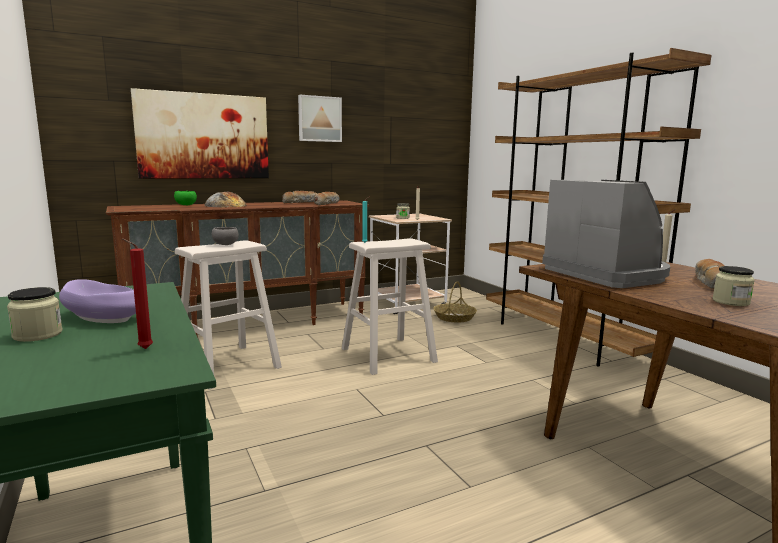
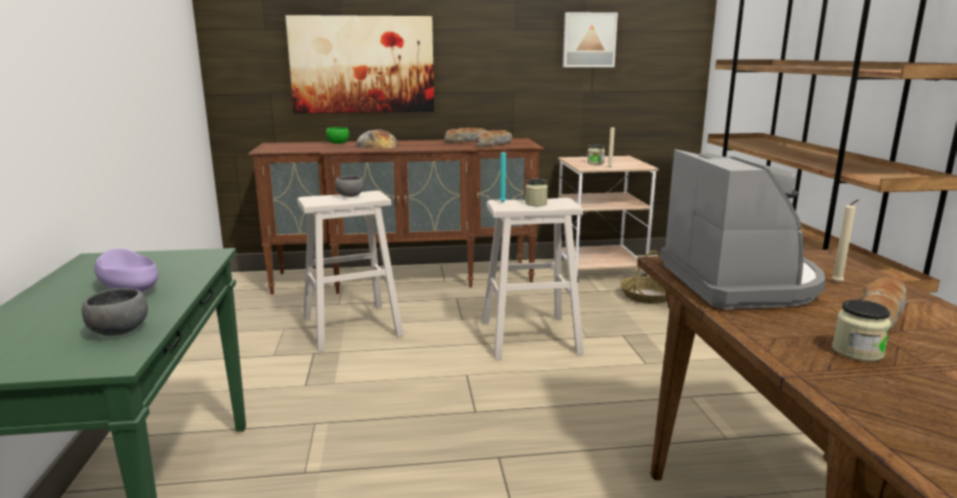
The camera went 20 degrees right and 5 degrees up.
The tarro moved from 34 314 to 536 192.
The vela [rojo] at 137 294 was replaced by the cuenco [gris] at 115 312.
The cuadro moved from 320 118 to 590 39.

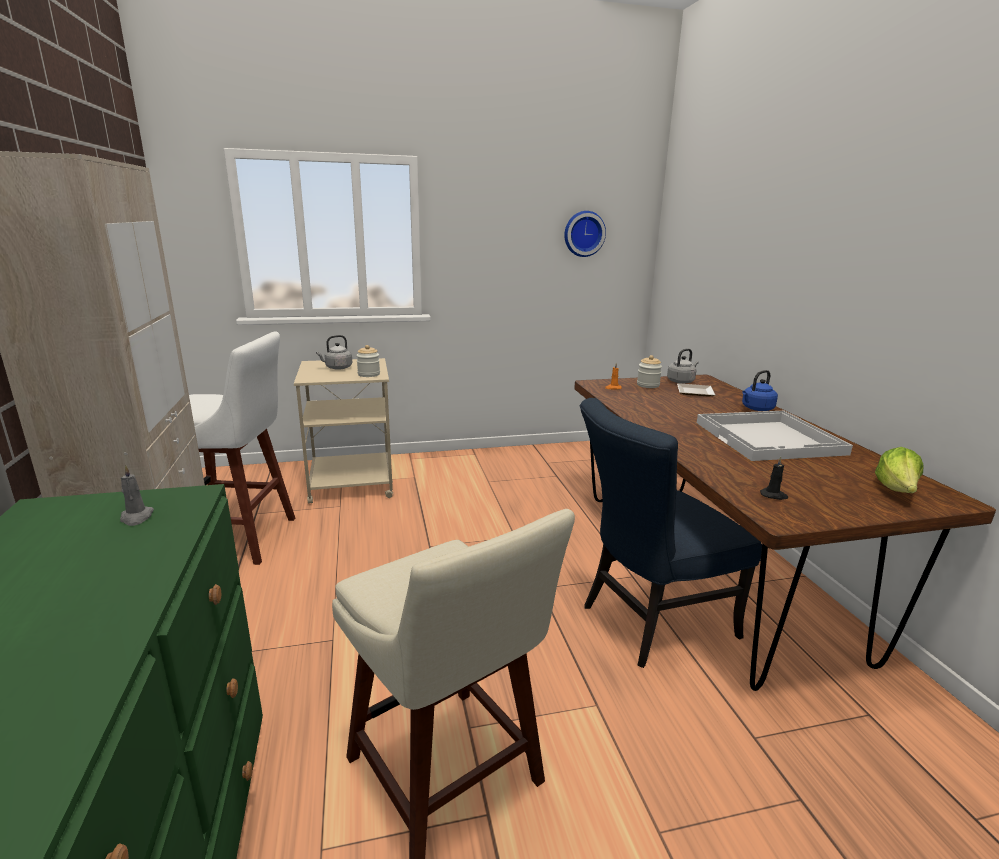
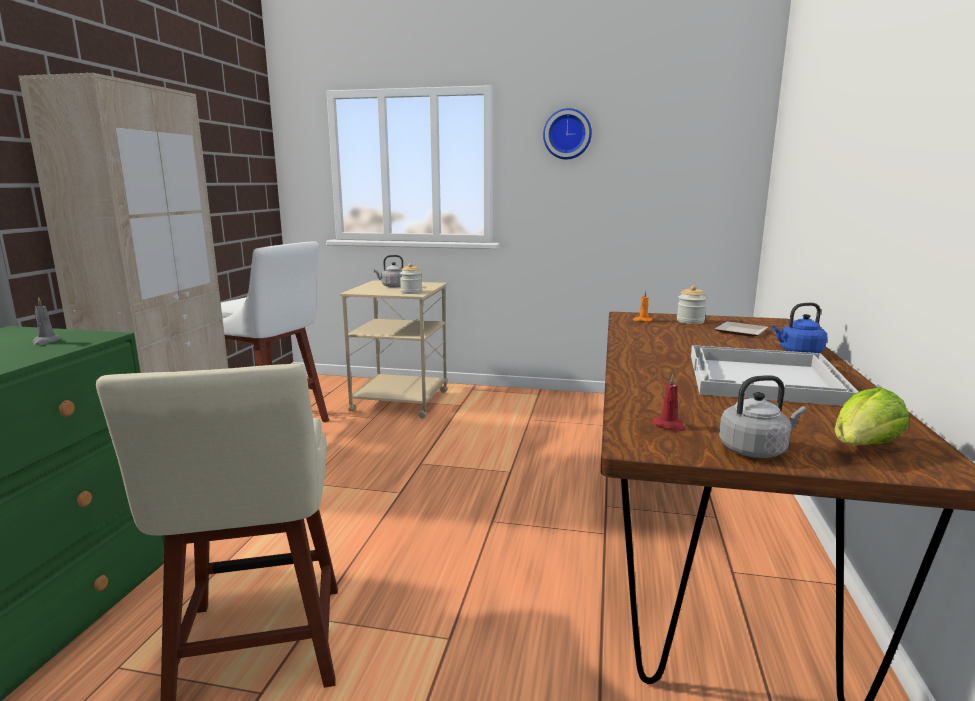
The camera went 25 degrees right and 5 degrees down.
The reloj de pared moved from 585 234 to 567 133.
The silla [azul] at 671 533 disappeared.
The hervidor [gris] moved from 683 366 to 763 416.
The vela [negro] at 774 478 became the vela [rojo] at 669 403.

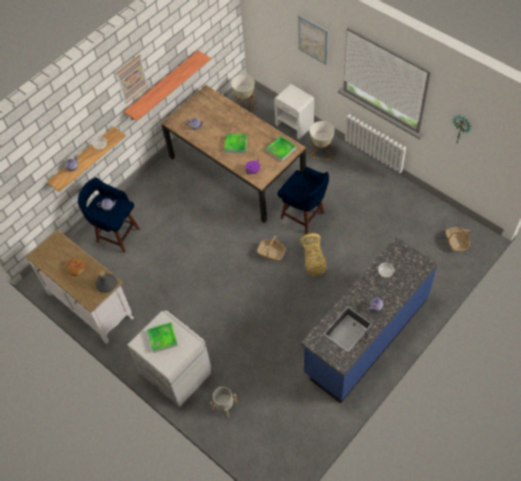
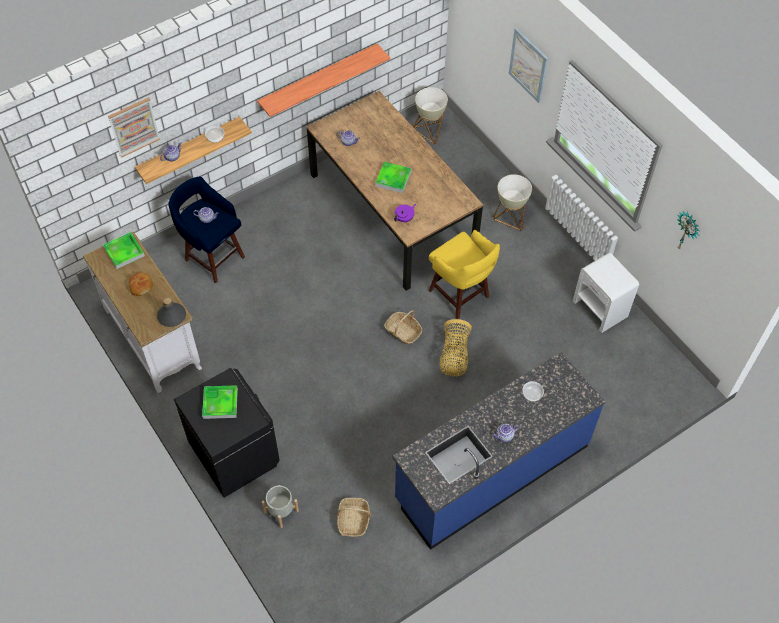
The camera went 10 degrees right and 0 degrees up.
The cuadro moved from 132 79 to 134 127.
The lavadora [blanco] at 169 358 became the lavadora [negro] at 227 433.
The bandeja moved from 281 148 to 124 250.
The mesita de noche [blanco] moved from 294 111 to 606 293.
The taburete [azul] at 303 200 became the taburete [amarillo] at 464 274.
The cesta moved from 458 239 to 354 517.

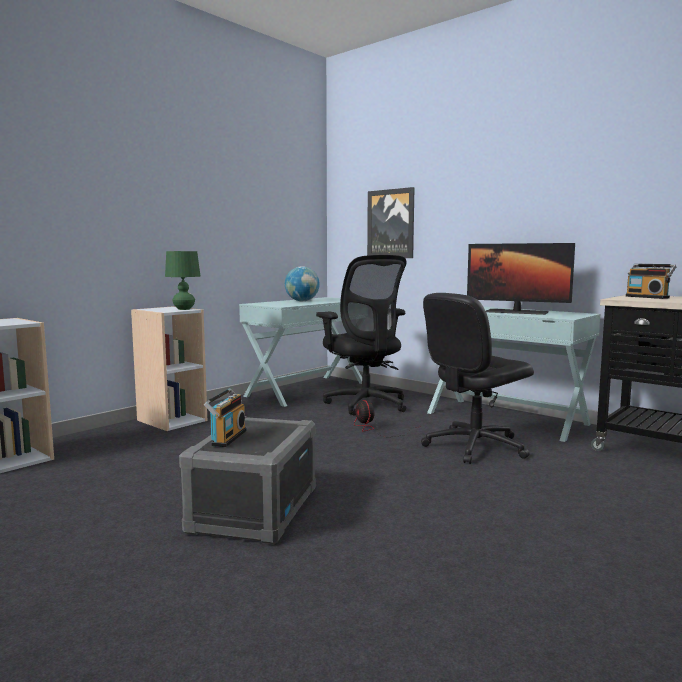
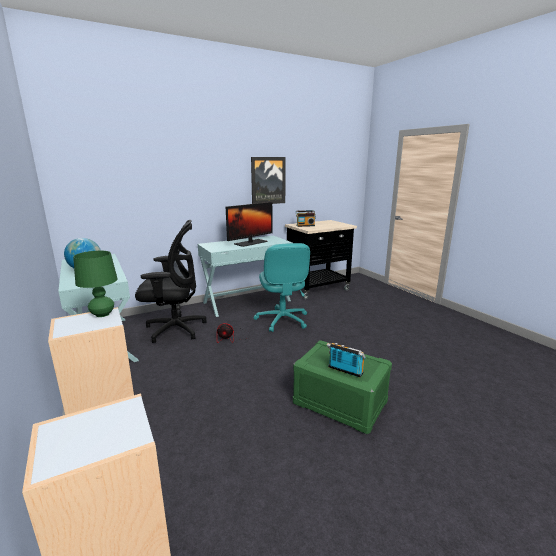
The camera went 70 degrees left and 10 degrees up.
The caja de almacenaje [gris] at 247 480 became the caja de almacenaje [verde] at 342 387.
The cuadro moved from 391 222 to 268 180.
The silla de oficina [negro] at 477 378 became the silla de oficina [turquesa] at 282 287.

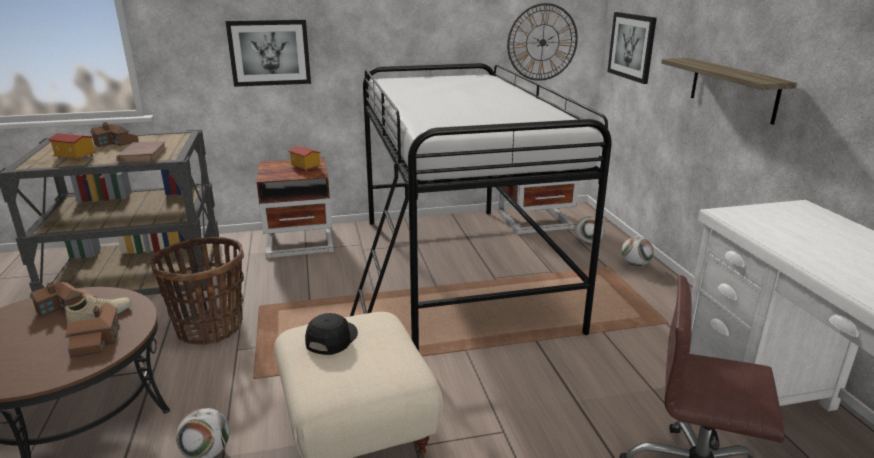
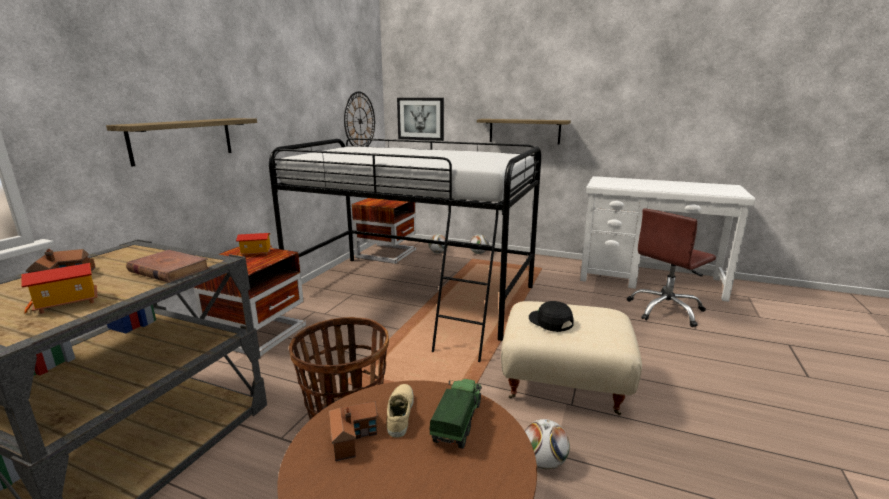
The camera went 55 degrees left and 5 degrees down.
The casita at 93 330 was replaced by the camión de juguete at 455 414.
The cuadro at 268 53 was replaced by the estante at 181 142.

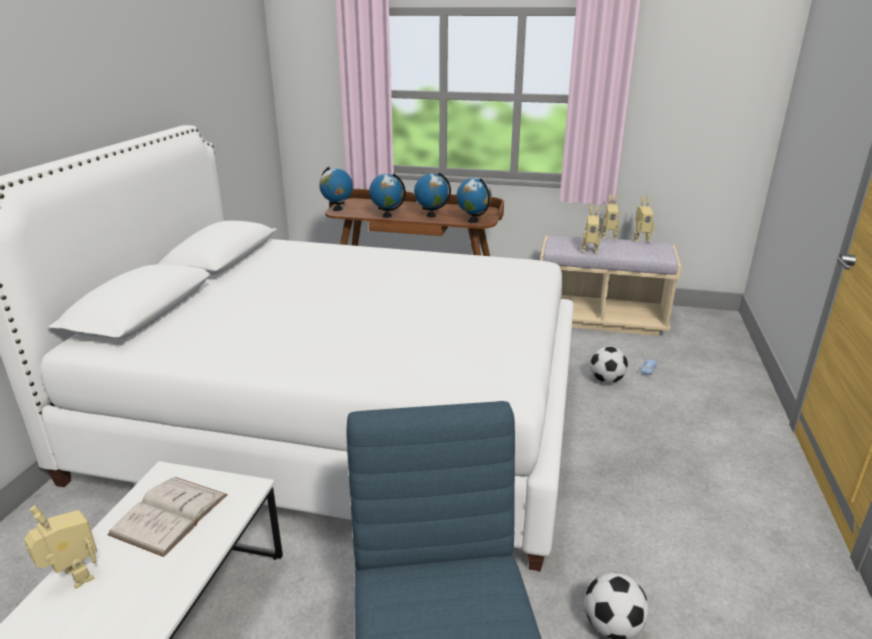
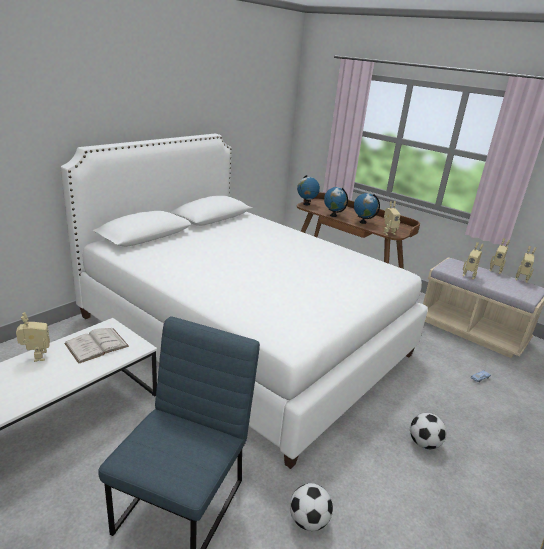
The camera went 25 degrees right and 0 degrees up.
The globo terráqueo at 474 200 was replaced by the robot de juguete at 392 218.
The balón de fútbol moved from 609 364 to 428 431.

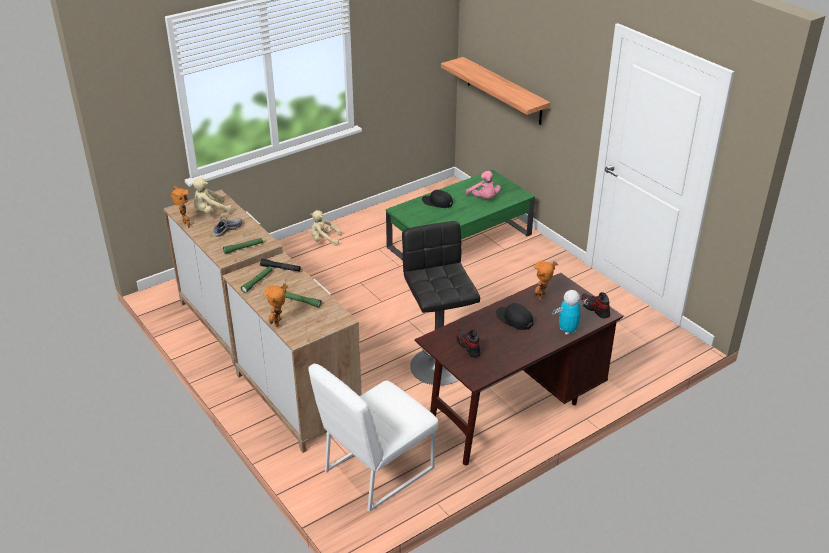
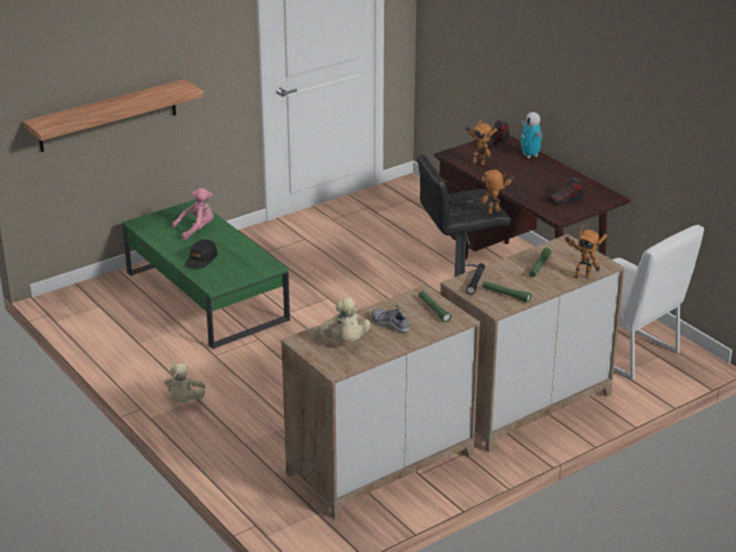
The camera went 90 degrees left and 5 degrees down.
The robot de juguete moved from 180 206 to 497 192.
The gorra [negro] at 514 316 disappeared.

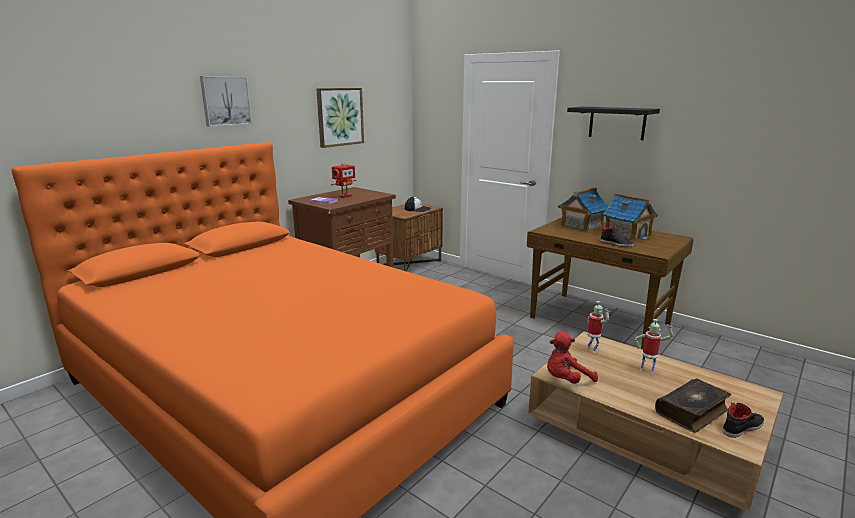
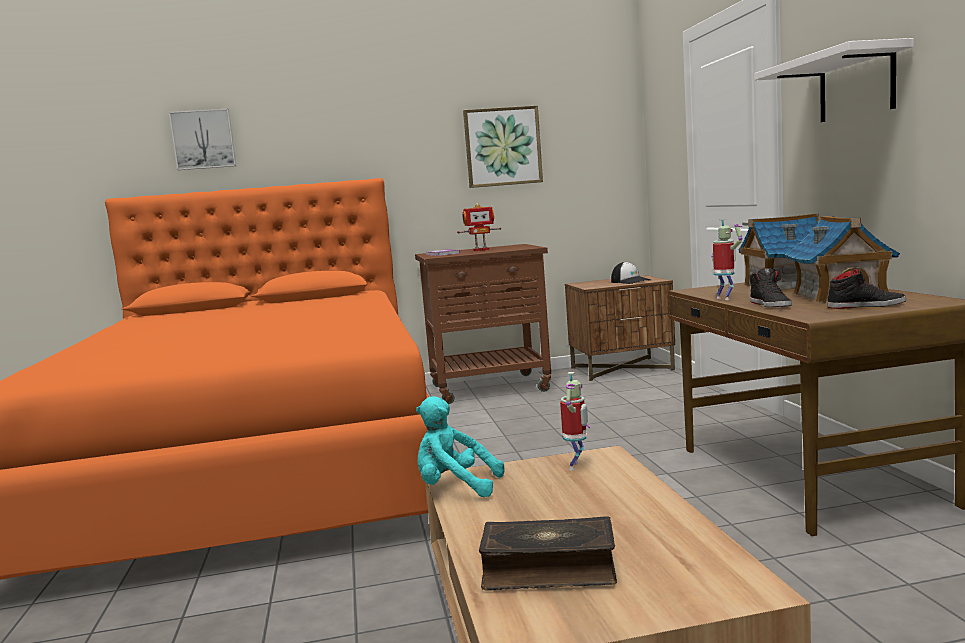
The camera went 40 degrees right and 10 degrees down.
The cuadro moved from 226 101 to 202 139.
The peluche [rojo] at 572 358 became the peluche [turquesa] at 460 446.
The estante [negro] at 613 123 became the estante [blanco] at 834 80.
The robot de juguete moved from 653 346 to 726 259.
The zapato [negro] moved from 743 420 to 866 288.

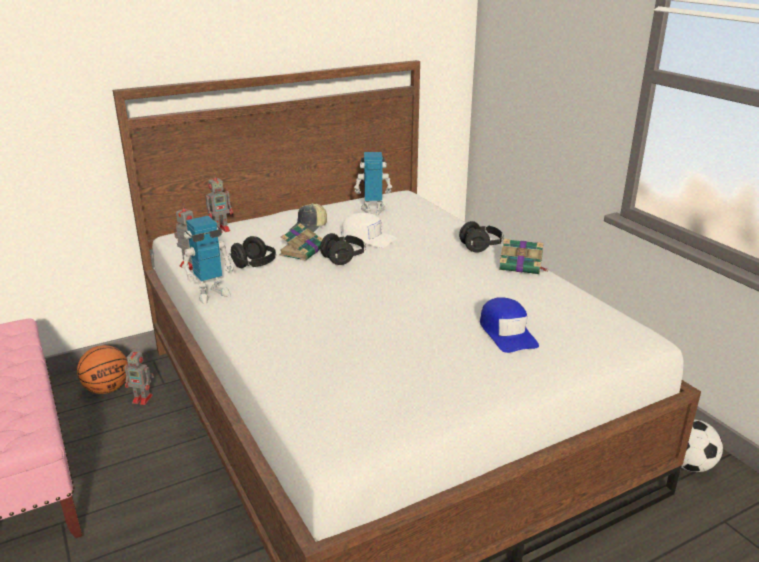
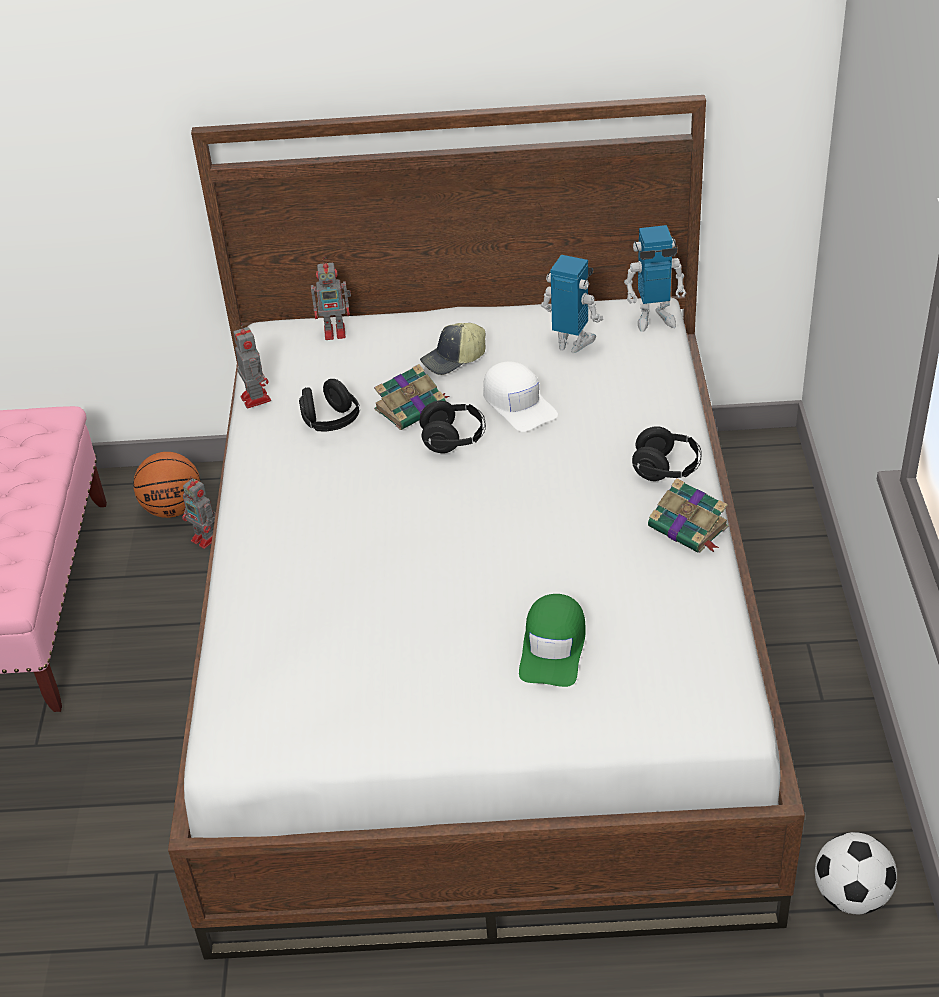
The camera went 30 degrees right and 15 degrees up.
The robot de juguete moved from 208 260 to 655 278.
The gorra [azul] at 509 325 became the gorra [verde] at 552 640.

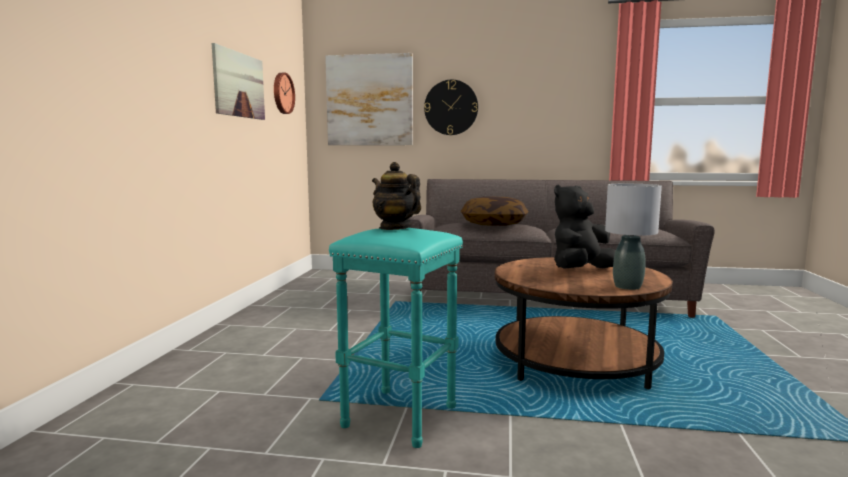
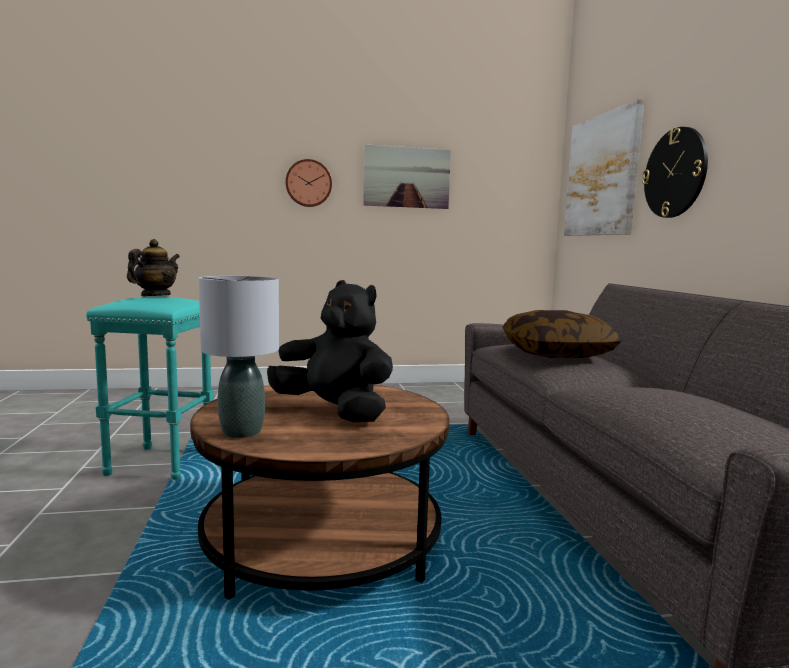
The camera went 70 degrees right and 0 degrees up.
The reloj de pared moved from 284 93 to 308 183.

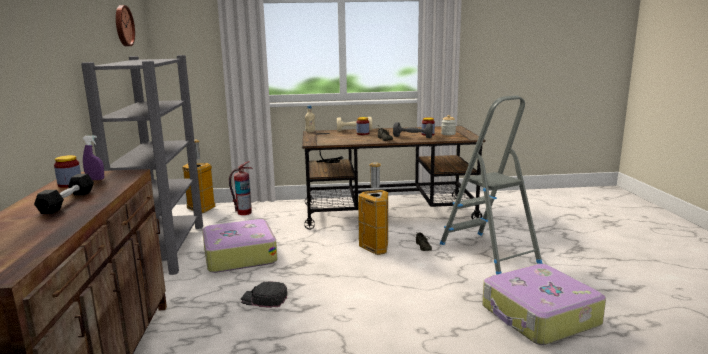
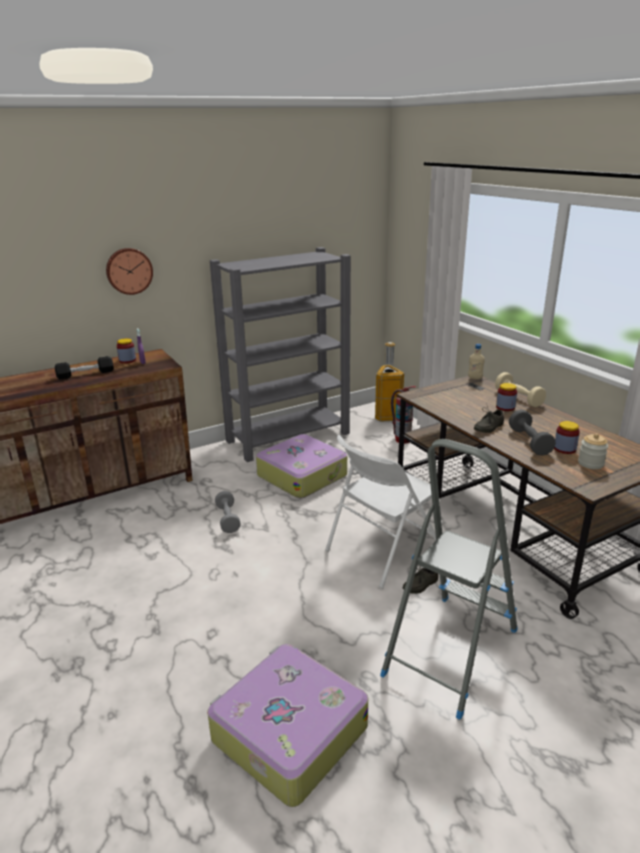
The camera went 65 degrees right and 10 degrees up.
The reloj de pared moved from 125 25 to 129 271.
The gorra [negro] at 264 294 was replaced by the mancuerna [gris] at 228 512.
The papelera at 373 208 was replaced by the silla [blanco] at 382 512.

